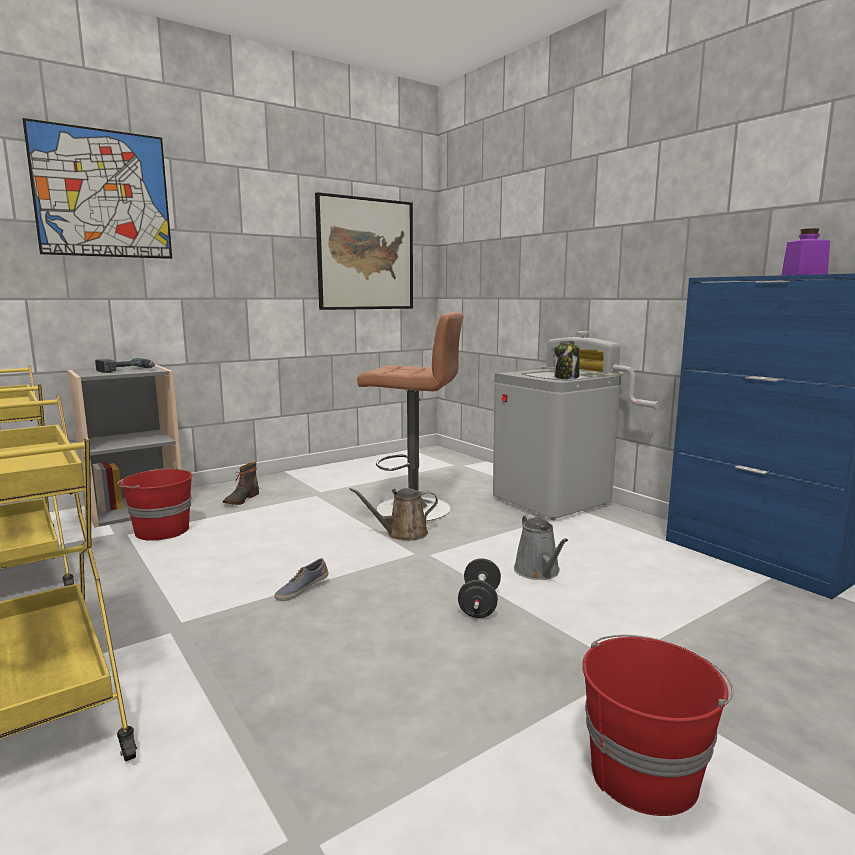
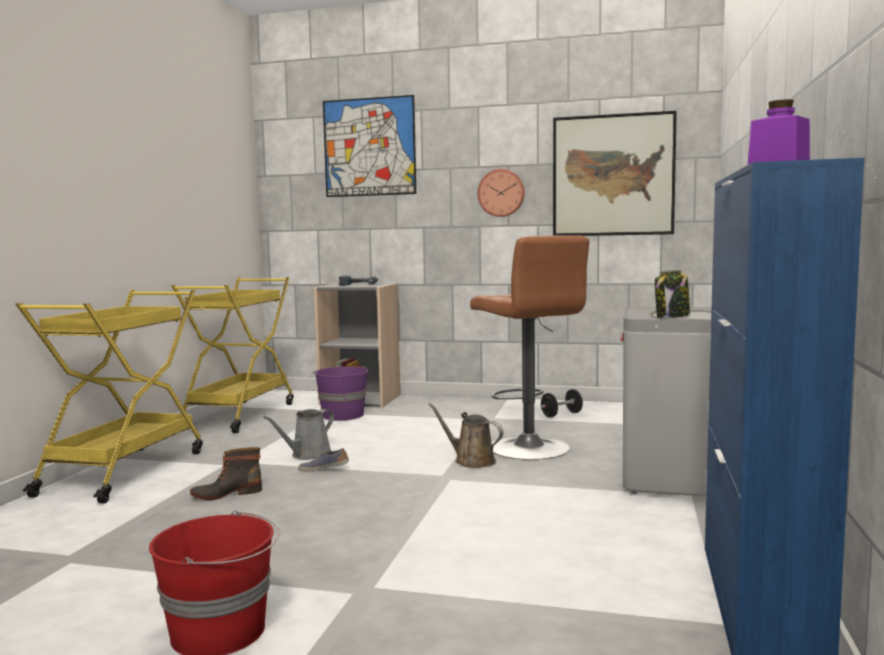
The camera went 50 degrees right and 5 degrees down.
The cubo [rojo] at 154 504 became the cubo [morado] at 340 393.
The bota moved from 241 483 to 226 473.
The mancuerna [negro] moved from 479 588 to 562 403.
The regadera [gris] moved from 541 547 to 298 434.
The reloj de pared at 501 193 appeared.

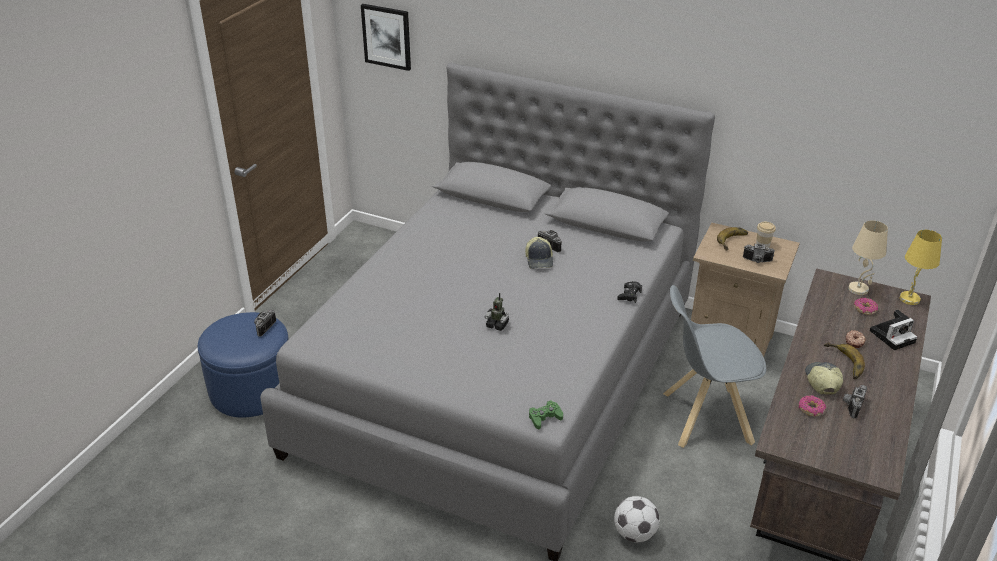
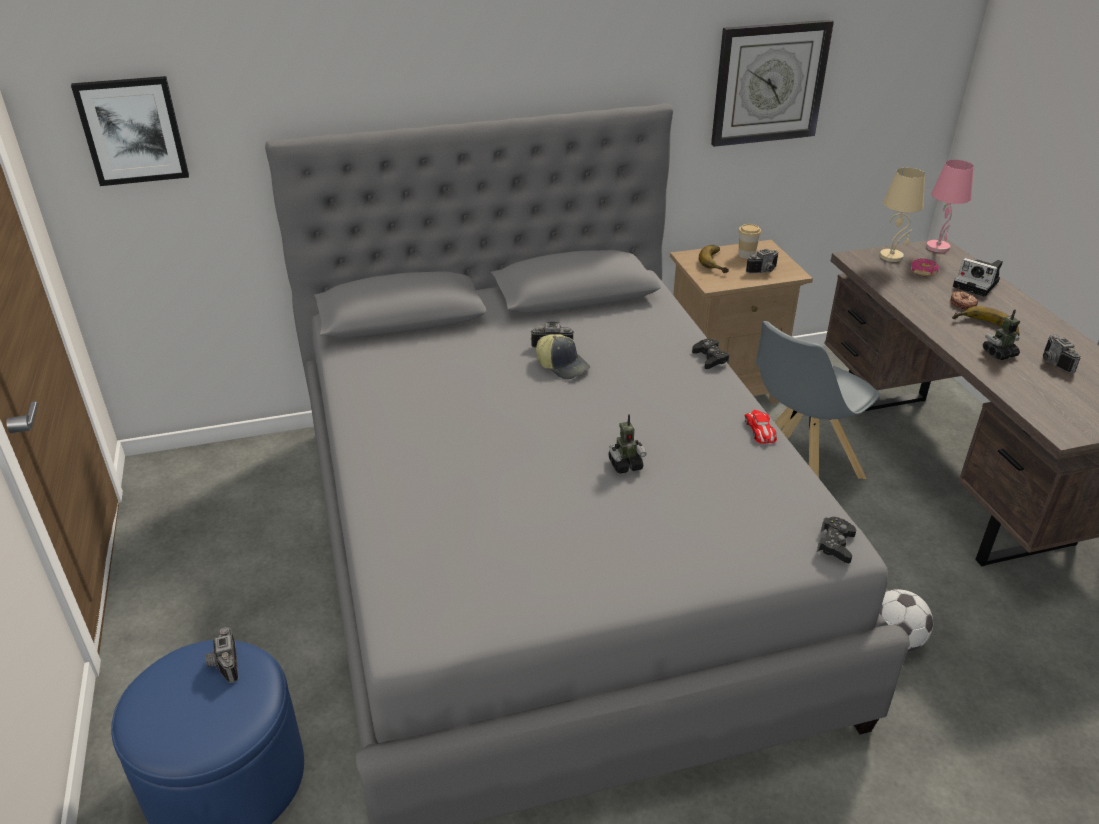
The camera went 40 degrees left and 0 degrees up.
The mando de consola [verde] at 546 414 became the mando de consola [negro] at 836 540.
The rosquilla at 812 405 disappeared.
The gorra at 824 378 was replaced by the robot de juguete at 1001 334.
The cámara at 893 330 turned 105 degrees clockwise.
The lámpara de mesa [amarillo] at 920 267 became the lámpara de mesa [rosa] at 950 206.
The reloj de pared at 772 83 appeared.
The coche de juguete at 760 427 appeared.

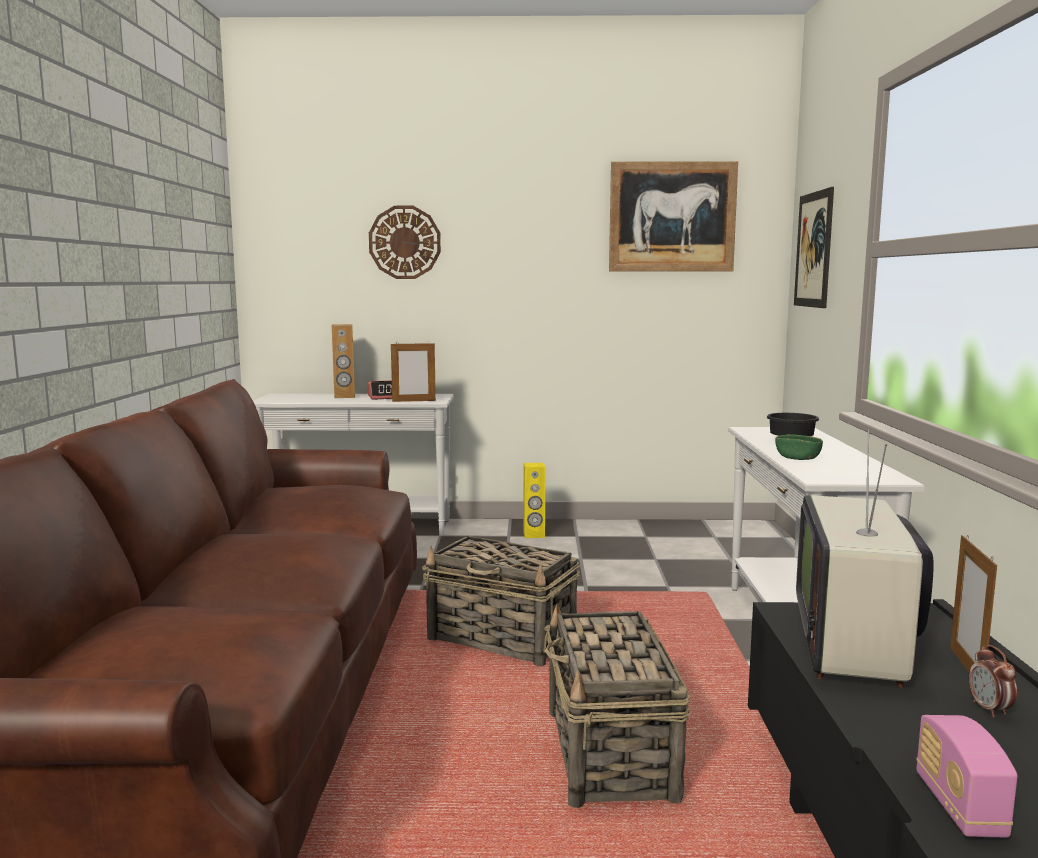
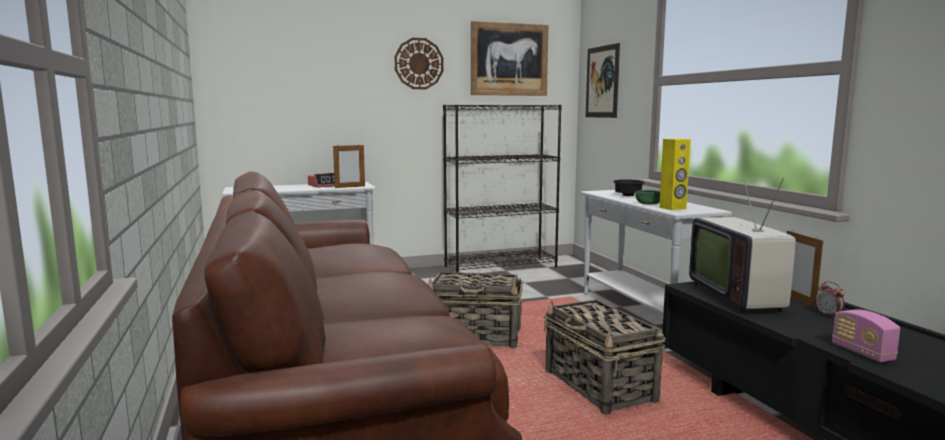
The camera went 20 degrees left and 0 degrees up.
The altavoz [marrón] at 343 361 disappeared.
The reloj de pared moved from 405 242 to 419 63.
The altavoz [amarillo] moved from 534 500 to 675 174.
The estantería [negro] at 502 188 appeared.

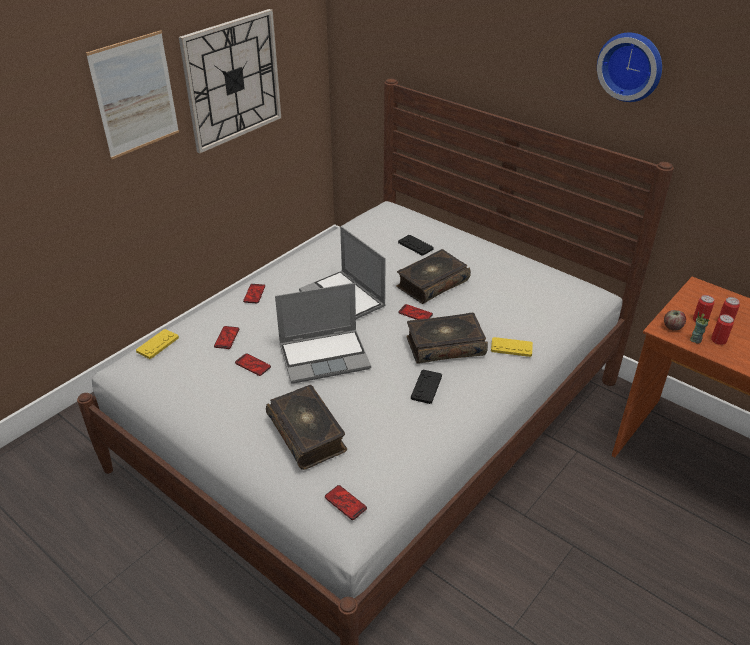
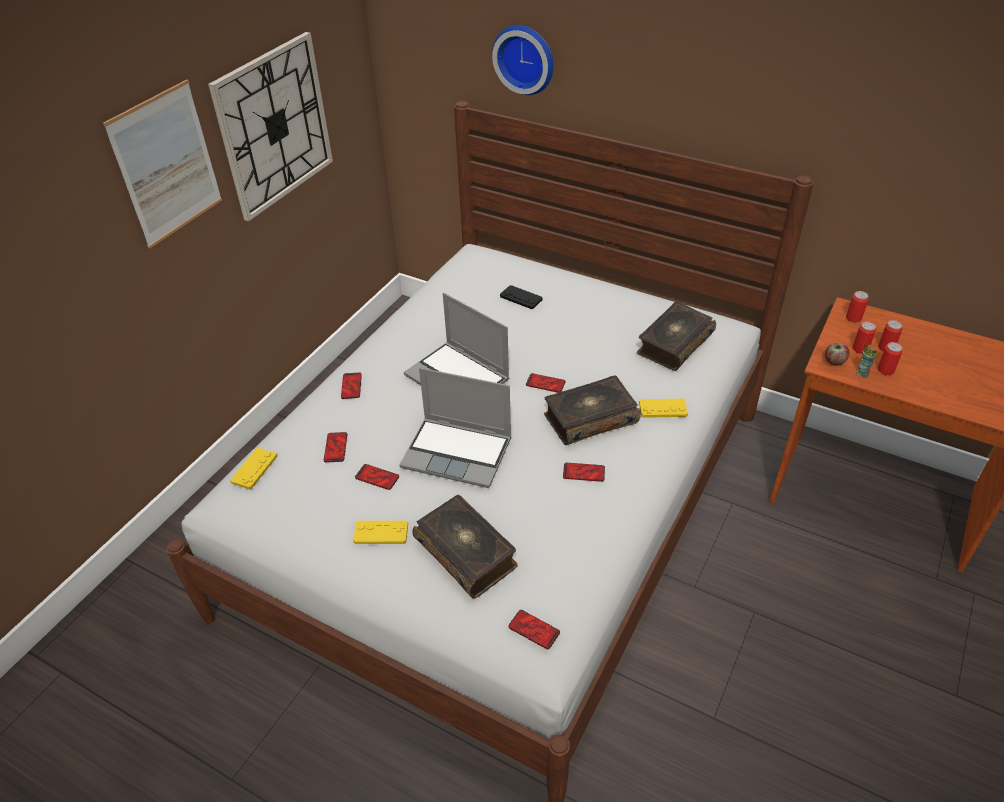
The camera went 10 degrees left and 5 degrees up.
The portátil at 323 333 turned 45 degrees clockwise.
The libro moved from 433 276 to 676 336.
The mando de consola [negro] at 426 387 was replaced by the móvil at 584 472.
The reloj de pared moved from 629 67 to 523 60.
The mando de consola [amarillo] at 380 532 appeared.
The lata at 857 307 appeared.

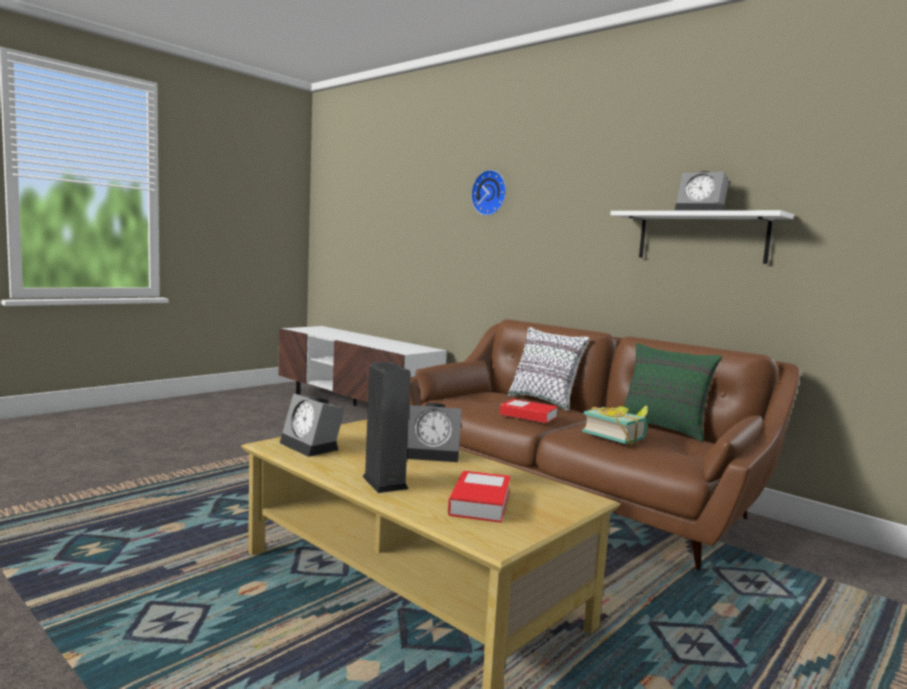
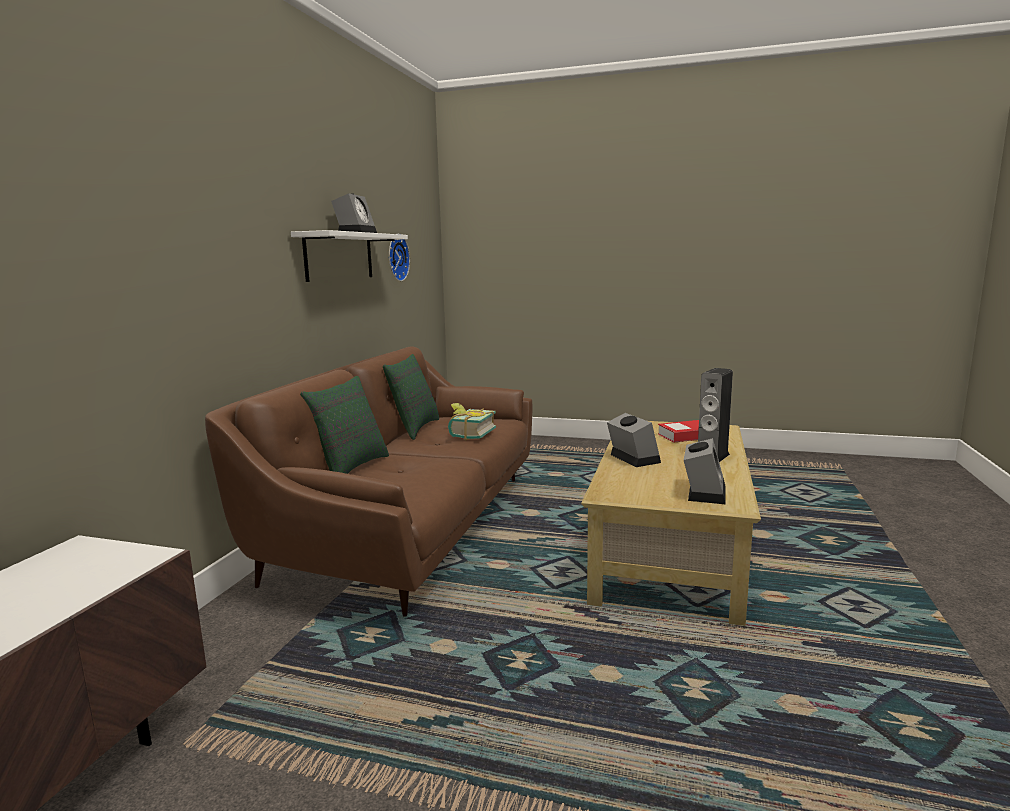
The camera went 115 degrees left and 5 degrees up.
The reloj de pared moved from 488 193 to 399 257.
The libro at 529 411 disappeared.
The cojín [blanco] at 548 369 became the cojín [verde] at 344 425.

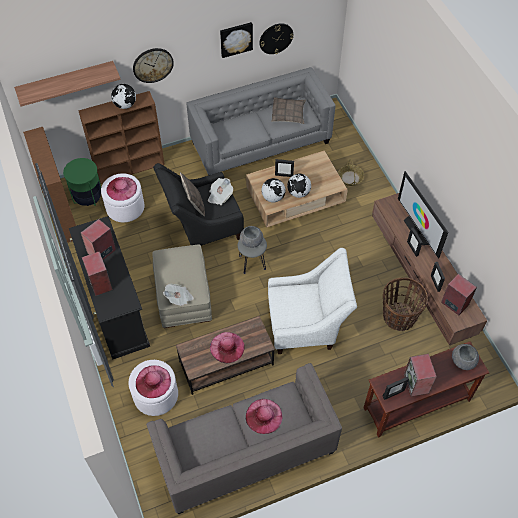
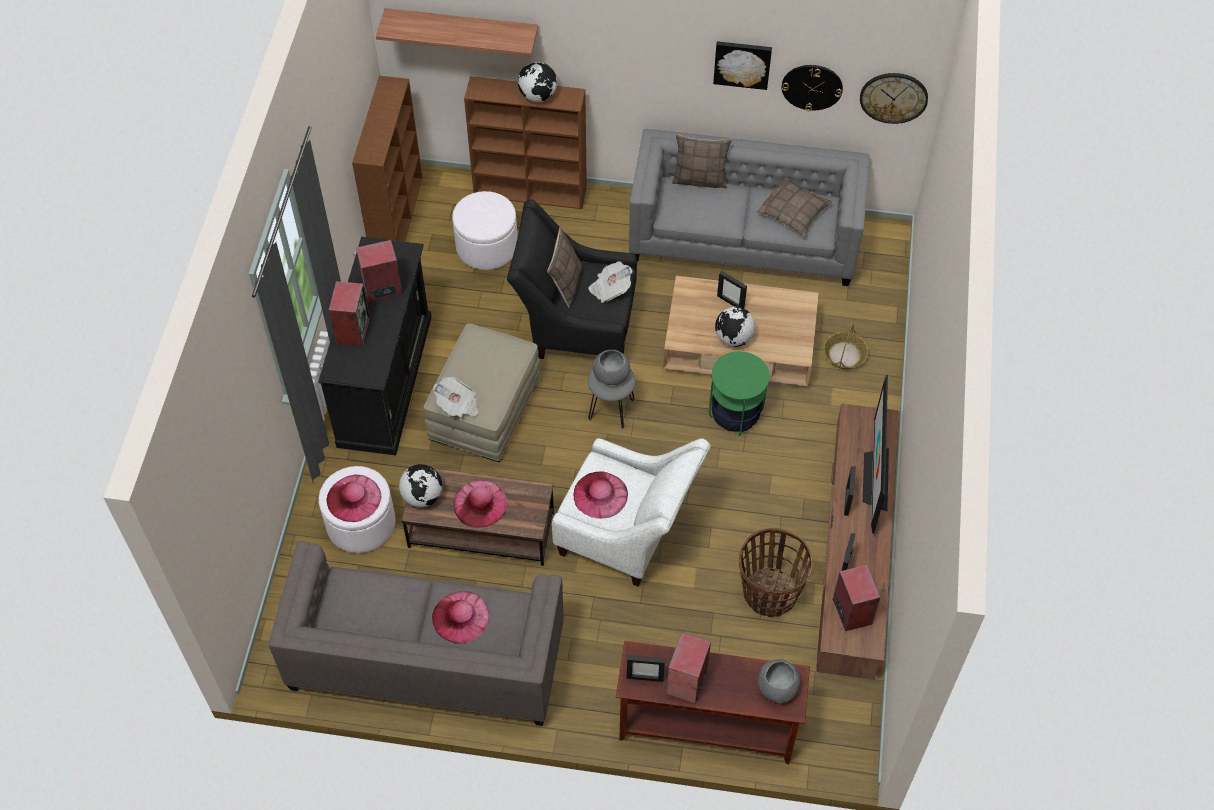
The camera went 30 degrees right and 0 degrees up.
The mesa auxiliar [verde] moved from 82 182 to 739 393.
The sombrero [rosa] moved from 122 189 to 600 495.
The reloj de pared moved from 153 65 to 894 98.
The globo terráqueo moved from 273 190 to 420 486.
The cojín at 702 161 appeared.

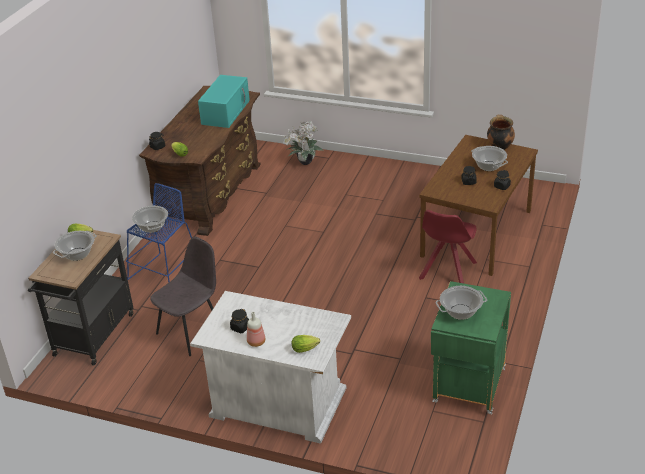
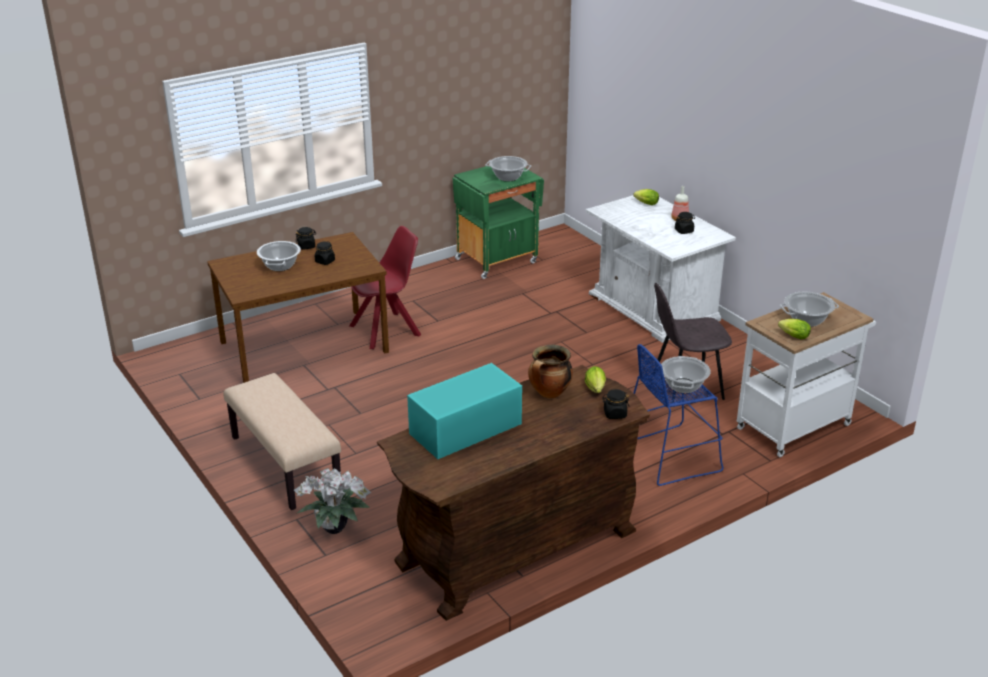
The camera went 145 degrees left and 5 degrees down.
The carrito [negro] at 81 298 became the carrito [blanco] at 806 374.
The olla moved from 501 132 to 550 372.
The banco [beis] at 282 441 appeared.

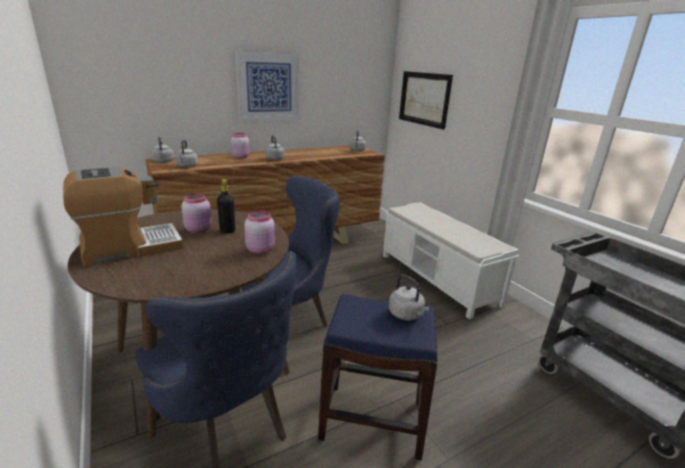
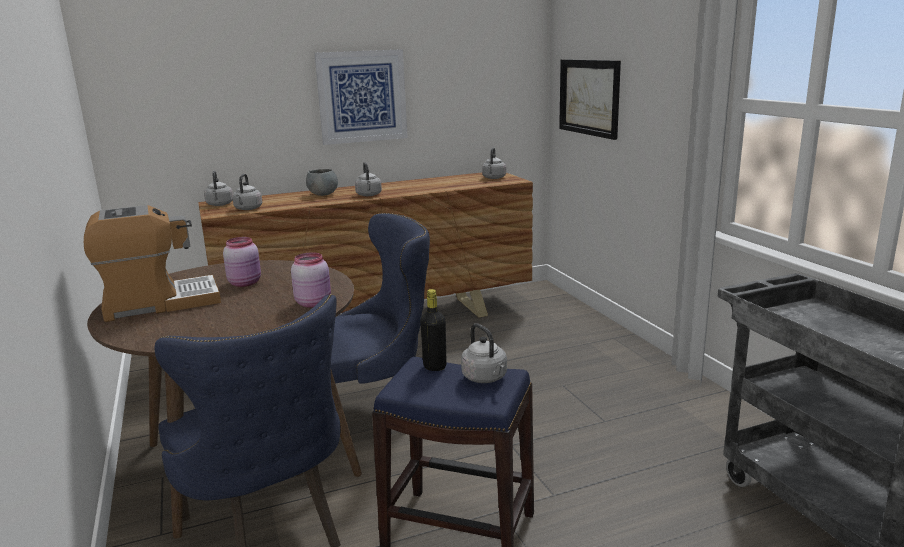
The camera went 10 degrees right and 5 degrees down.
The botella [negro] moved from 226 206 to 433 330.
The tarro [rosa] at 240 146 was replaced by the cuenco [gris] at 322 182.
The banco [blanco] at 451 260 disappeared.

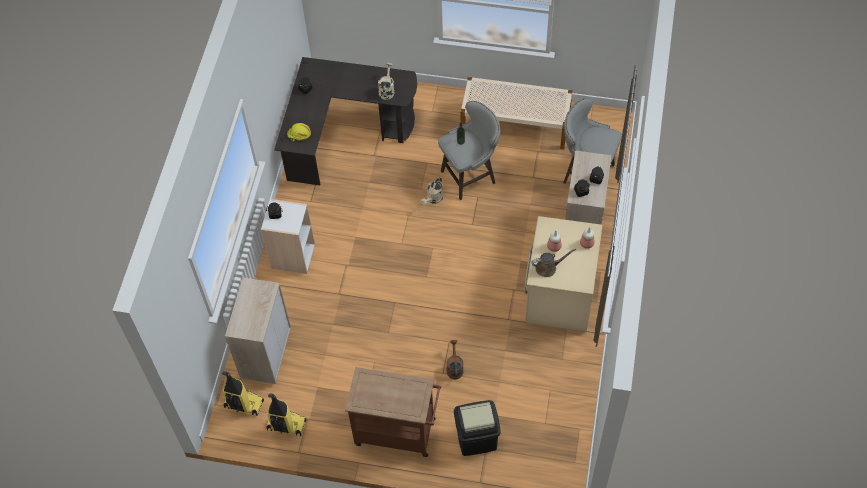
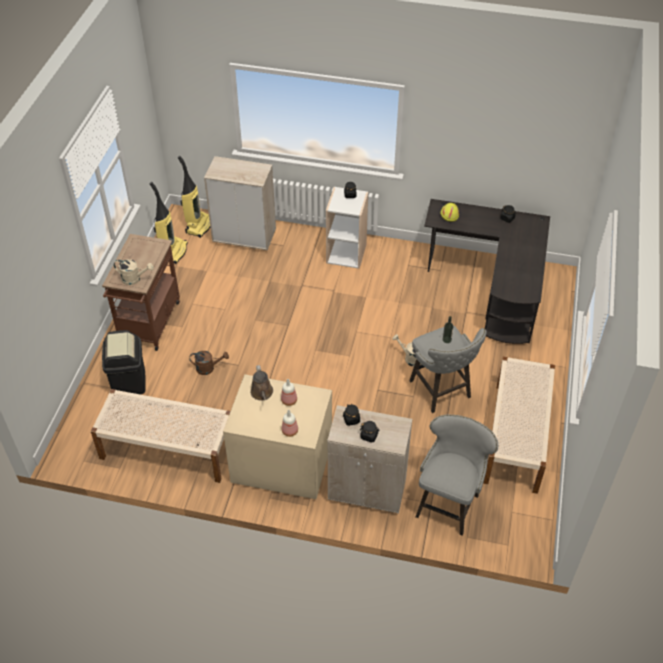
The camera went 90 degrees right and 10 degrees down.
The regadera [beis] moved from 386 81 to 134 272.
The banco [beis] at 161 436 appeared.

